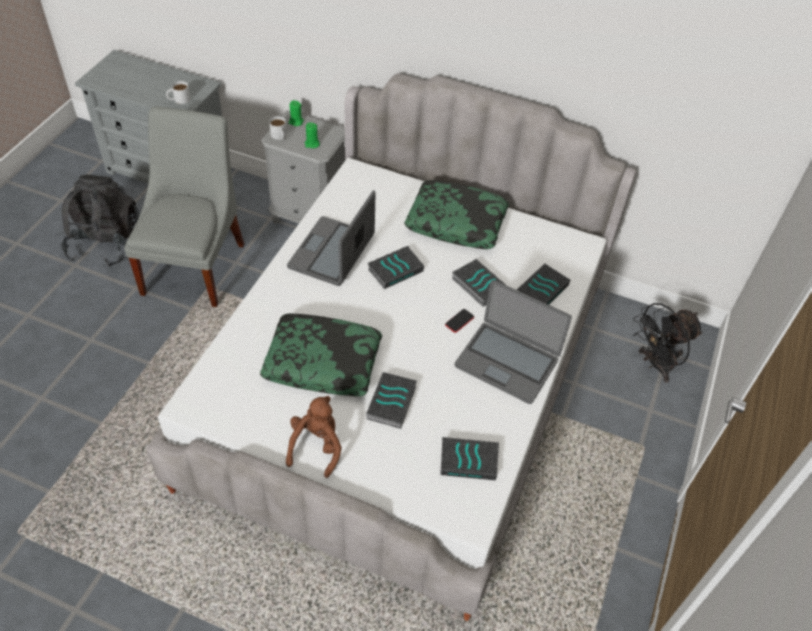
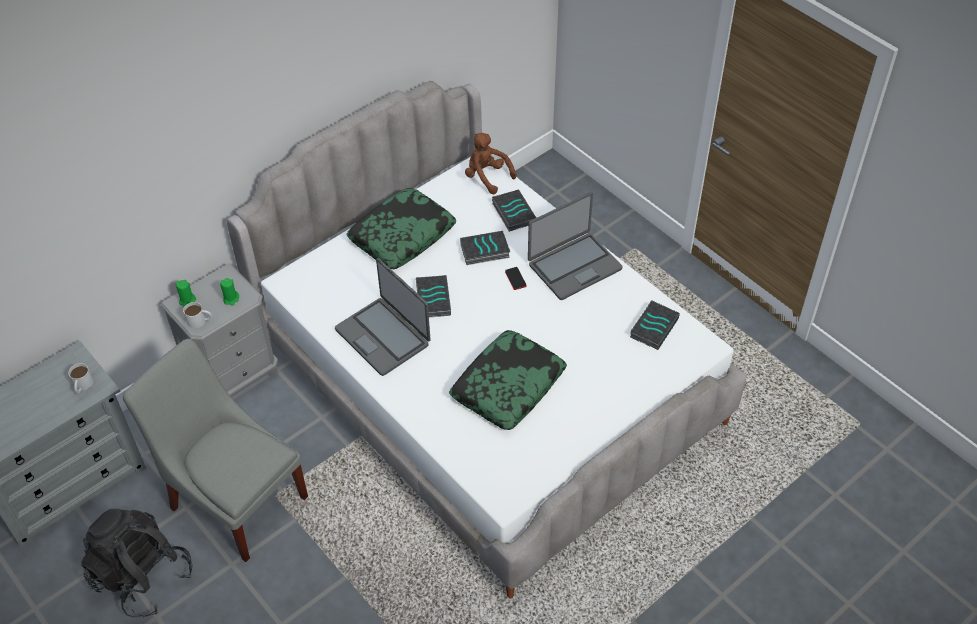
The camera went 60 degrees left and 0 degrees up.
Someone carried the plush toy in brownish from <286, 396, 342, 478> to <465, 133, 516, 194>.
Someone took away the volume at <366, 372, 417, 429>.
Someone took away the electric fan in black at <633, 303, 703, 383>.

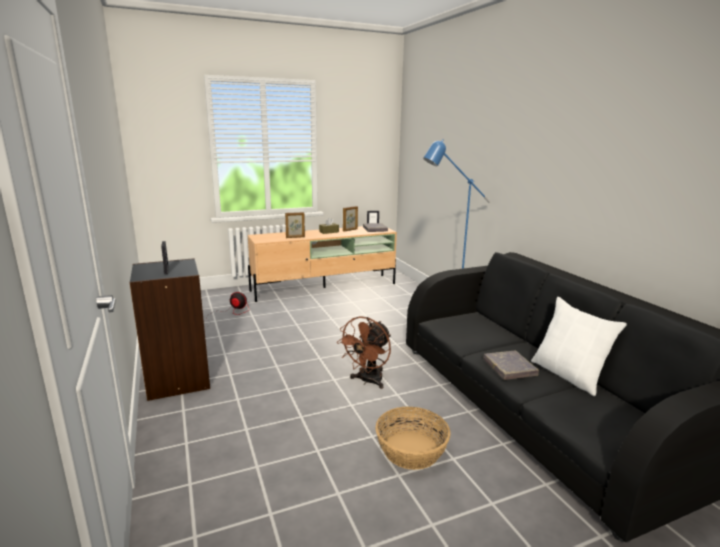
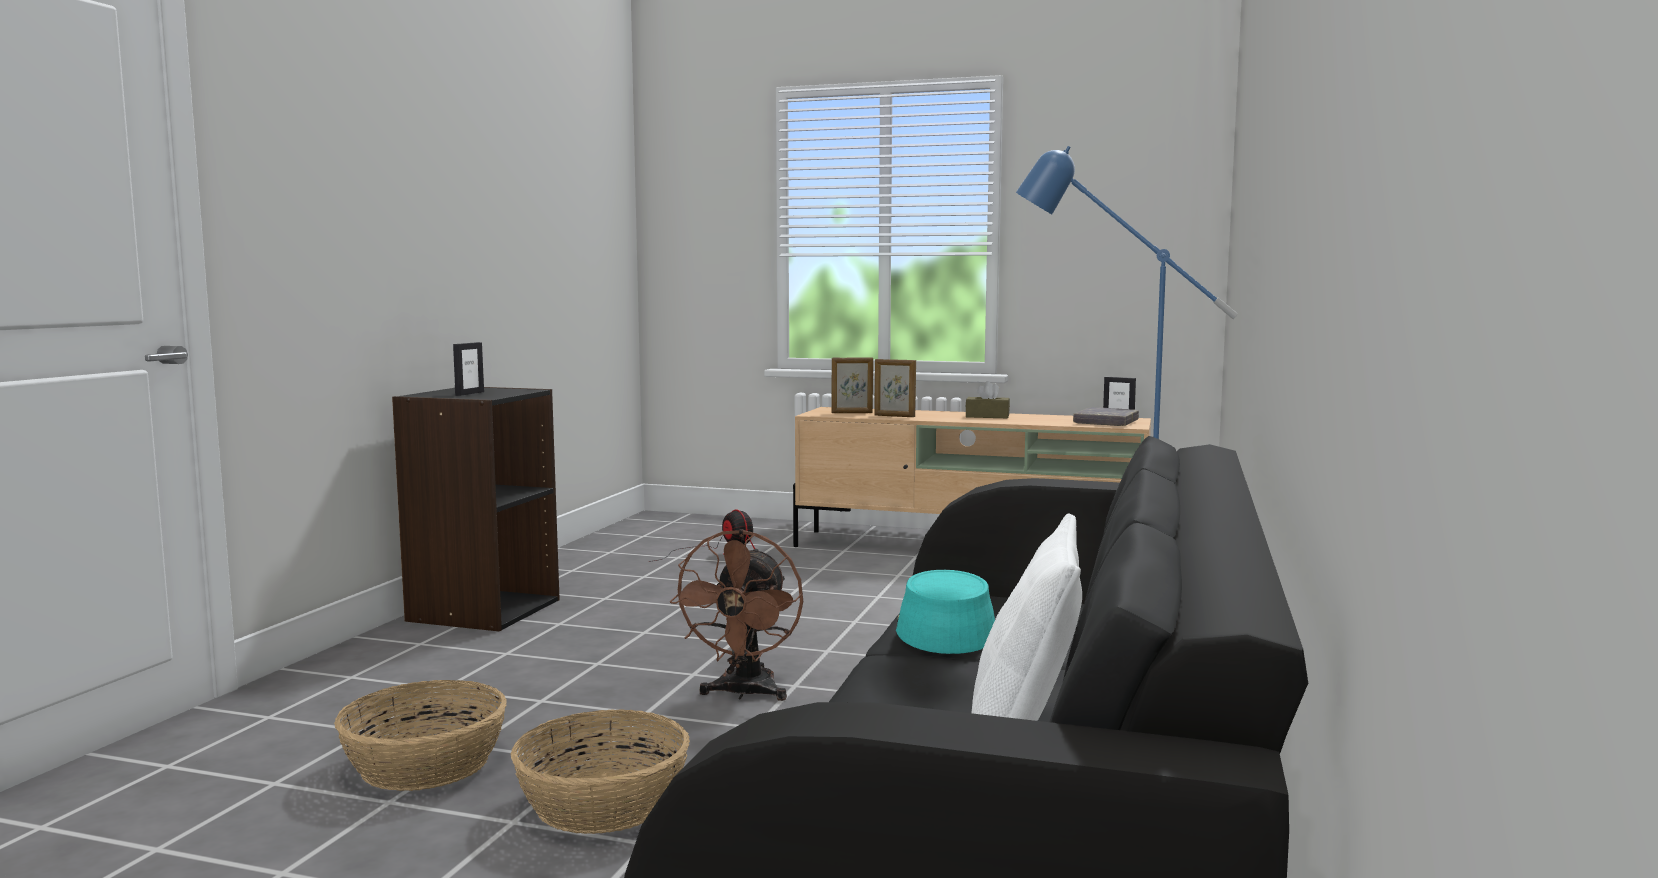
The camera went 40 degrees right and 10 degrees down.
Someone rotated the electric fan in brownish at <337, 316, 391, 389> by 60 degrees counterclockwise.
Someone carried the standing frame from <343, 206, 358, 231> to <831, 357, 873, 413>.
Someone took away the volume in grey at <483, 351, 539, 380>.
Someone put down the storage basket at <334, 680, 507, 791>.
Someone put down the hat in turquoise-coloured at <896, 570, 995, 654>.

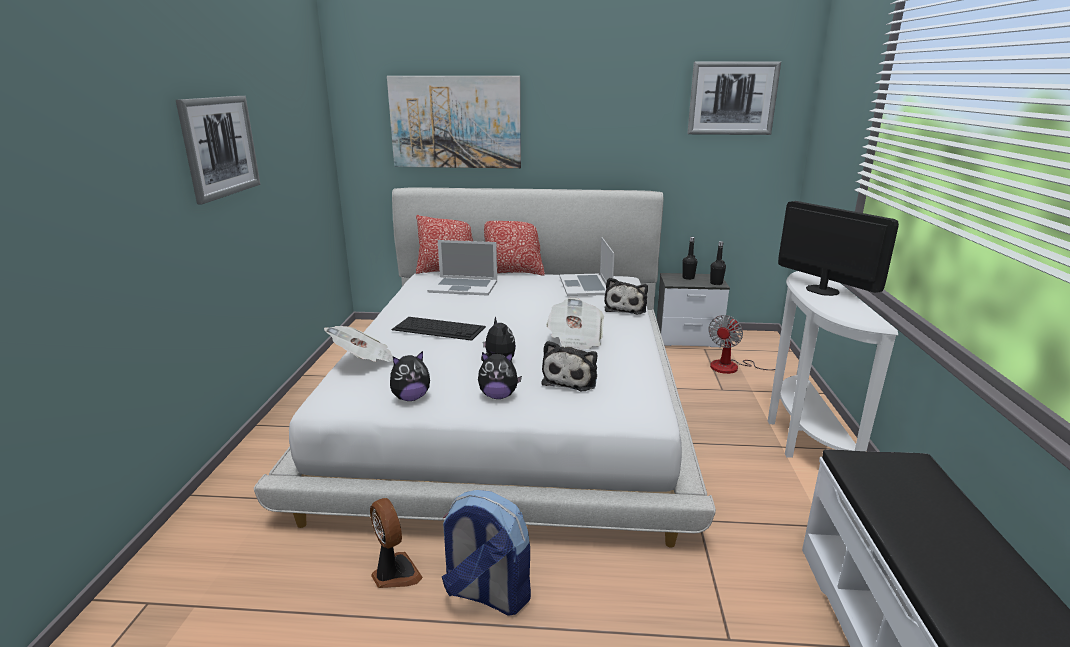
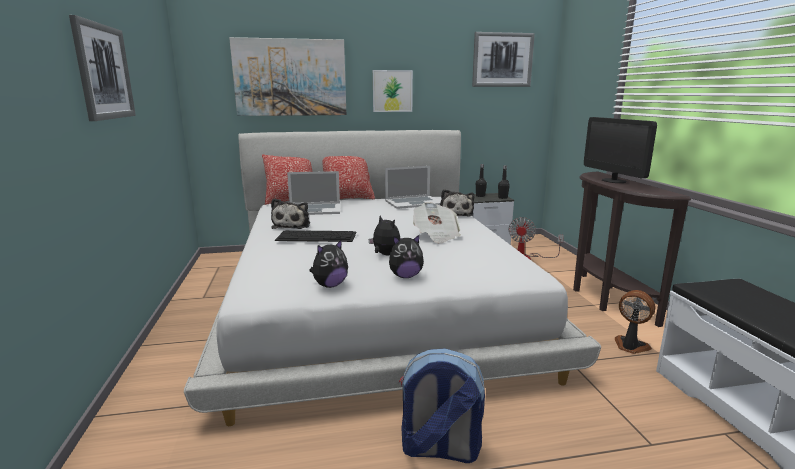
The camera went 15 degrees left and 5 degrees down.
Someone took away the daily paper at <324, 326, 394, 362>.
Someone carried the electric fan from <370, 498, 423, 588> to <615, 290, 656, 354>.
Someone carried the plush toy from <541, 341, 597, 391> to <271, 198, 310, 229>.
Someone rotated the notebook computer at <560, 237, 614, 296> by 90 degrees counterclockwise.
Someone repainted the console table in white at <768, 271, 898, 458>, which became the console table in brownish at <573, 171, 691, 327>.
Someone rotated the computer screen at <778, 201, 899, 296> by 150 degrees counterclockwise.
Someone put up the wall picture at <373, 70, 413, 112>.

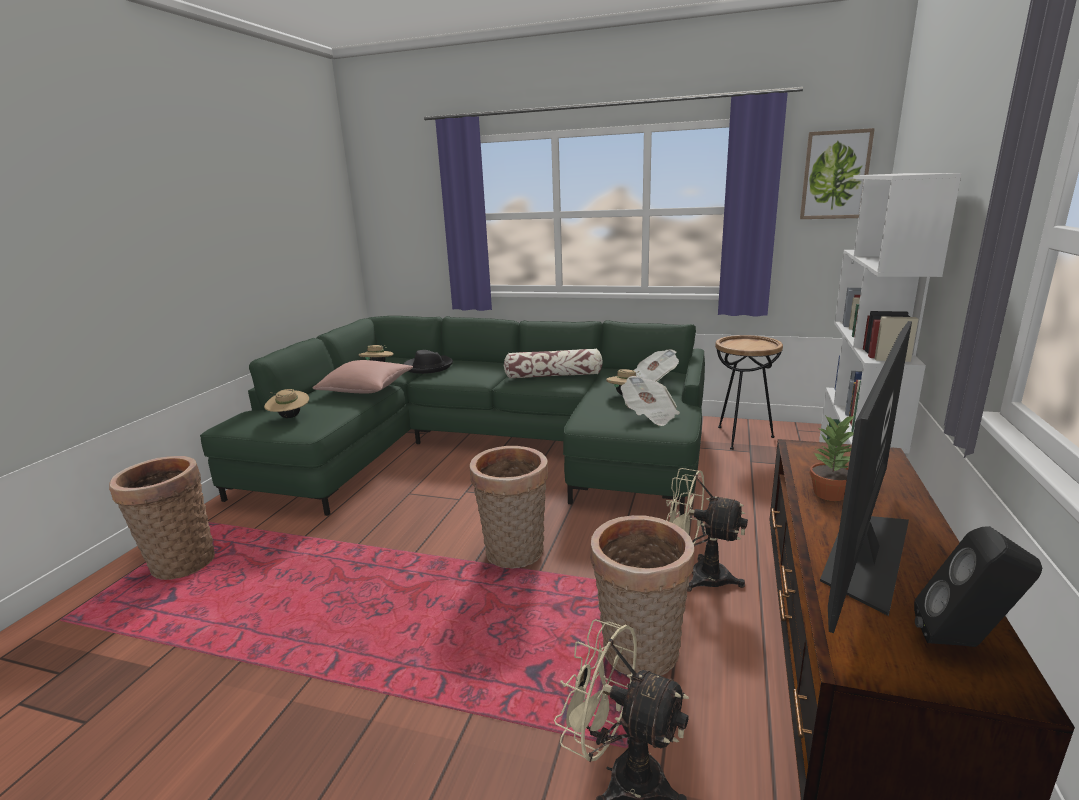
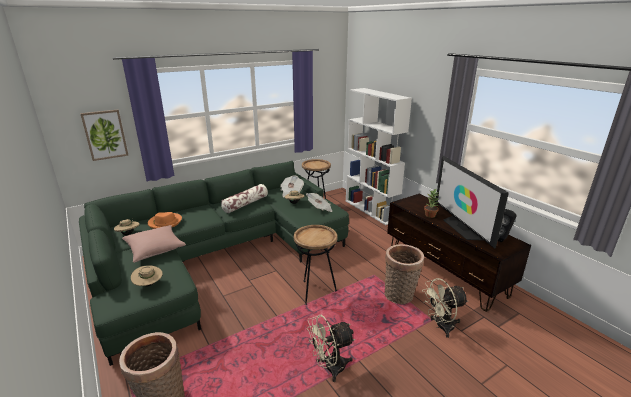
The camera went 50 degrees left and 5 degrees up.
Someone repainted the hat in black at <404, 350, 453, 374>, which became the hat in orange at <148, 212, 182, 229>.
Someone swapped the storage basket at <469, 446, 548, 569> for the end table in brownish at <294, 225, 338, 305>.
Someone carried the electric fan in beige-coloured from <666, 468, 748, 592> to <307, 315, 355, 382>.
Someone carried the wall picture from <800, 128, 875, 219> to <80, 110, 129, 161>.

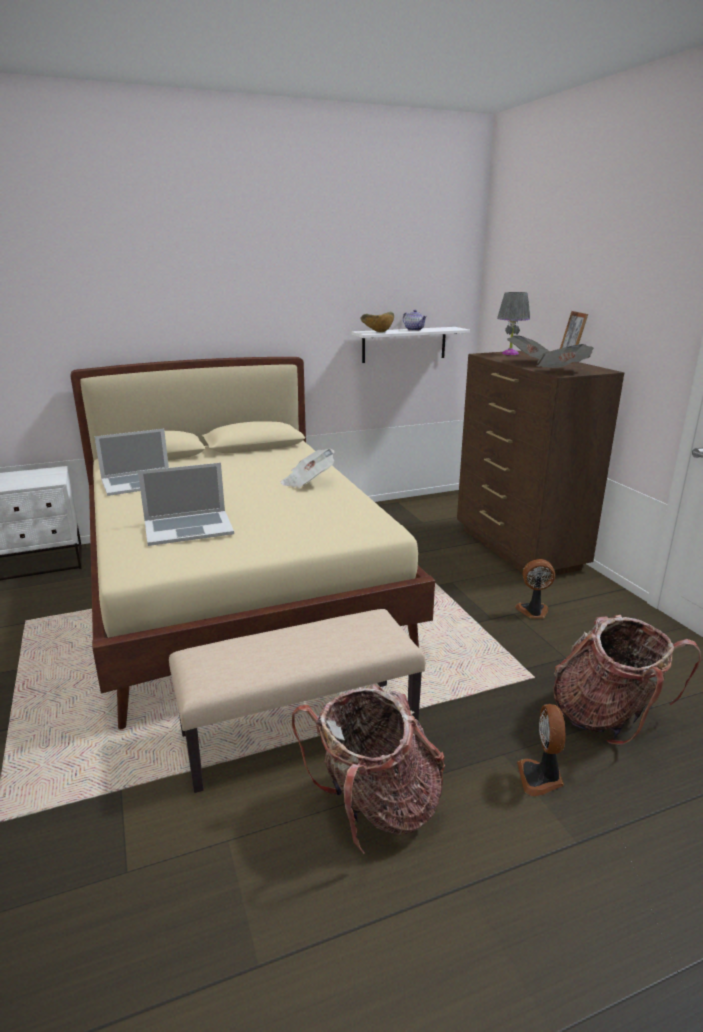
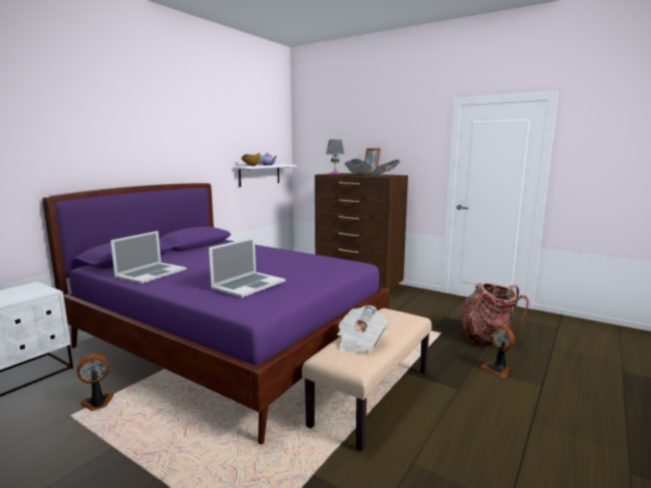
The camera went 35 degrees left and 10 degrees down.
Someone repainted the sleeping bed in beige-coloured at <71, 357, 435, 729>, which became the sleeping bed in purple-coloured at <42, 183, 390, 444>.
Someone carried the daily paper from <281, 449, 335, 488> to <337, 305, 388, 353>.
Someone took away the rucksack at <292, 684, 445, 854>.
Someone carried the electric fan from <515, 559, 555, 619> to <77, 353, 114, 411>.

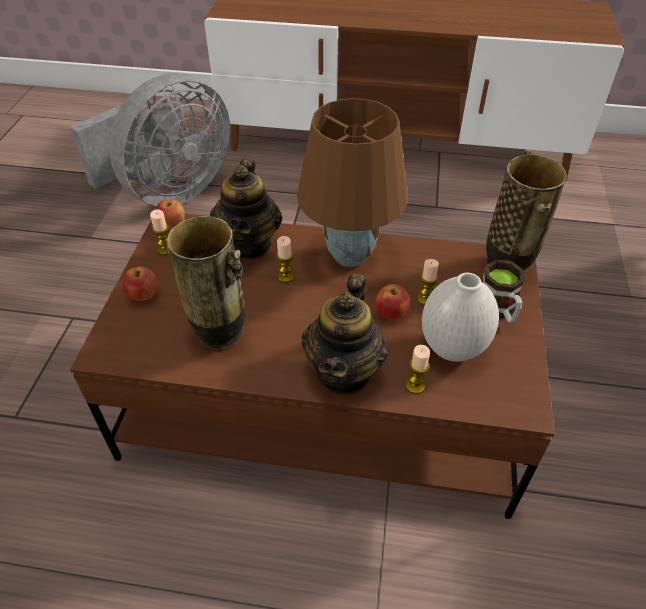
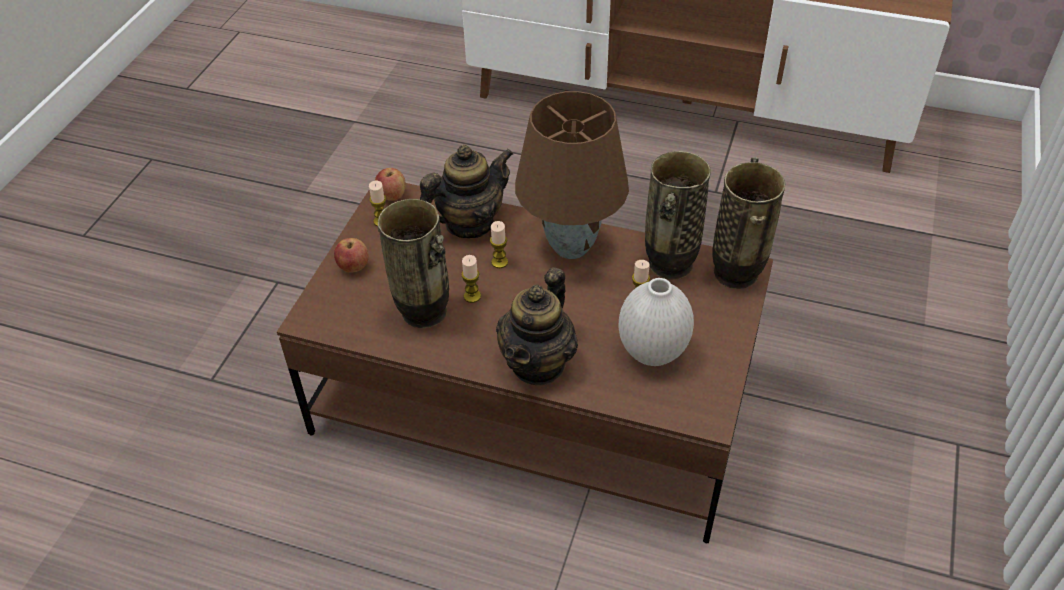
The camera went 10 degrees right and 0 degrees up.
Someone took away the electric fan in grey at <70, 73, 230, 206>.
Someone rotated the teapot at <210, 158, 282, 259> by 135 degrees counterclockwise.
Someone took away the apple fruit at <375, 284, 410, 320>.
Someone carried the wax candle from <406, 345, 430, 394> to <461, 255, 481, 303>.
Someone took away the coffee mug at <481, 260, 525, 324>.
Someone put down the decorative vase at <645, 151, 711, 280>.

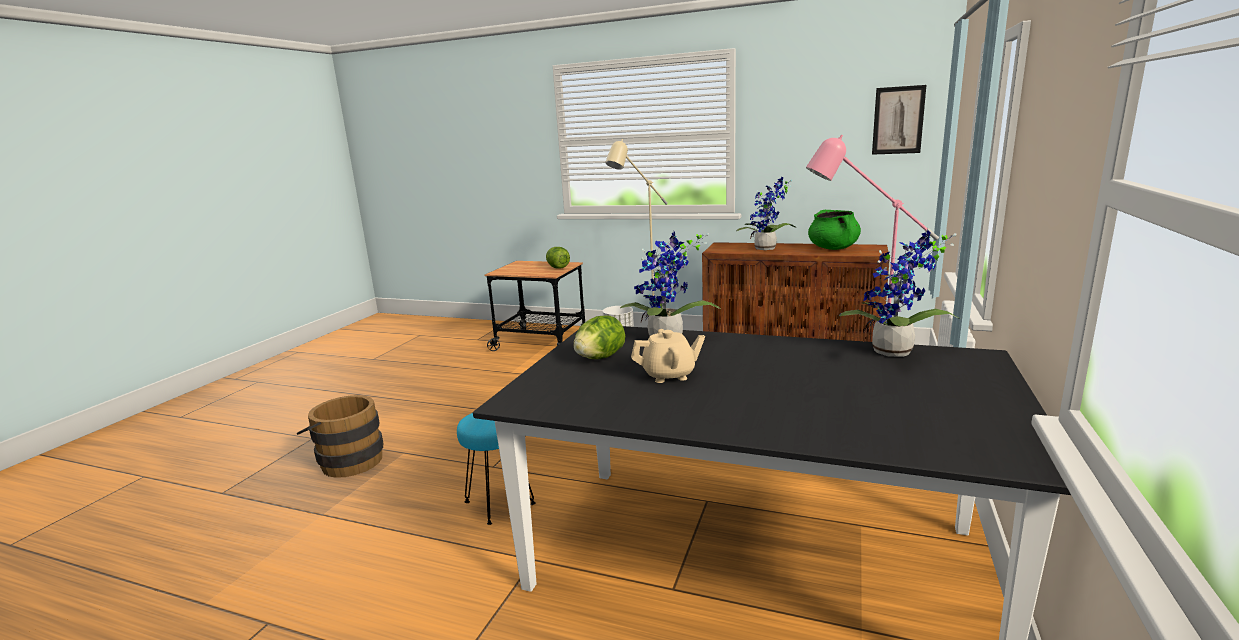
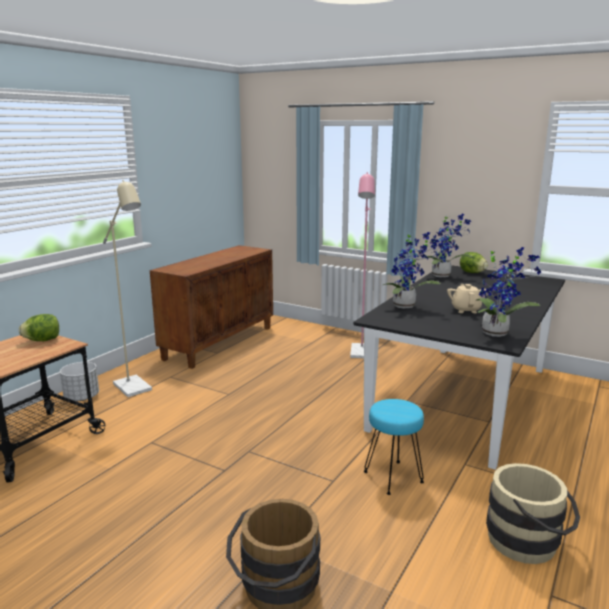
The camera went 80 degrees left and 0 degrees up.
Someone carried the lettuce from <573, 316, 625, 359> to <460, 252, 488, 273>.
Someone carried the plant in a pot from <736, 176, 796, 250> to <476, 247, 541, 337>.
Someone took away the saucepot in green-coloured at <808, 210, 861, 250>.
Someone took away the wall picture at <872, 85, 926, 155>.
Someone put down the pail in beige-coloured at <486, 463, 580, 564>.

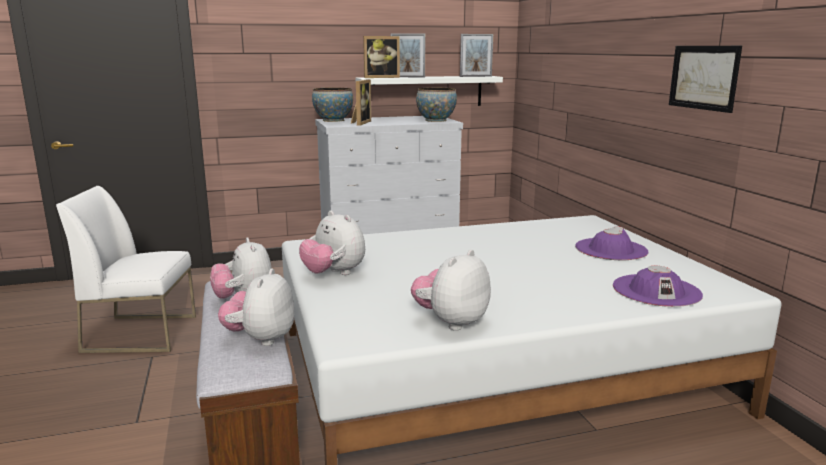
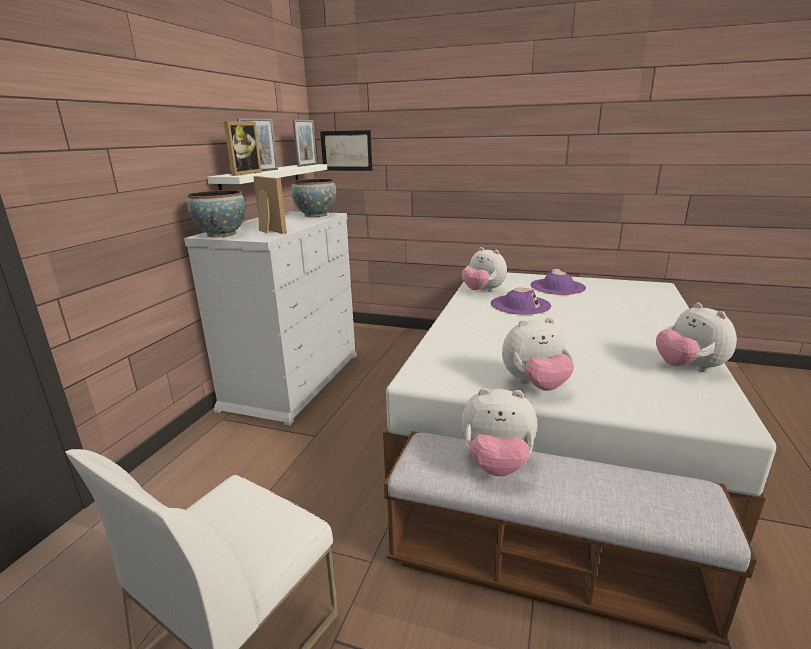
The camera went 55 degrees left and 5 degrees up.
Someone carried the plush toy from <218, 268, 294, 346> to <462, 247, 507, 292>.
Someone carried the hat in purple-coloured from <613, 266, 703, 307> to <491, 288, 551, 315>.
Someone carried the wall picture from <669, 46, 742, 113> to <320, 130, 372, 171>.

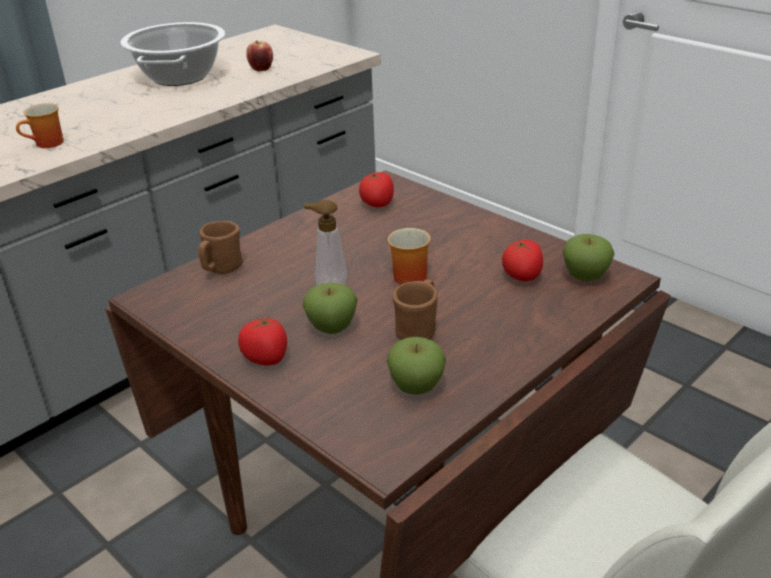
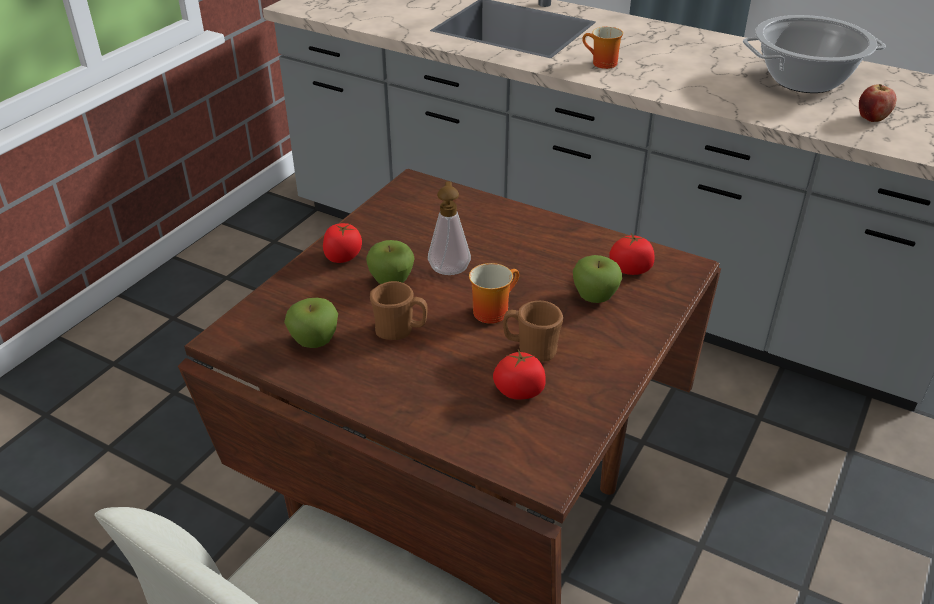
The camera went 75 degrees right and 5 degrees up.
Someone carried the coffee mug in brownish from <198, 221, 243, 274> to <503, 301, 563, 362>.
Someone carried the apple fruit from <563, 234, 615, 281> to <573, 255, 622, 303>.

